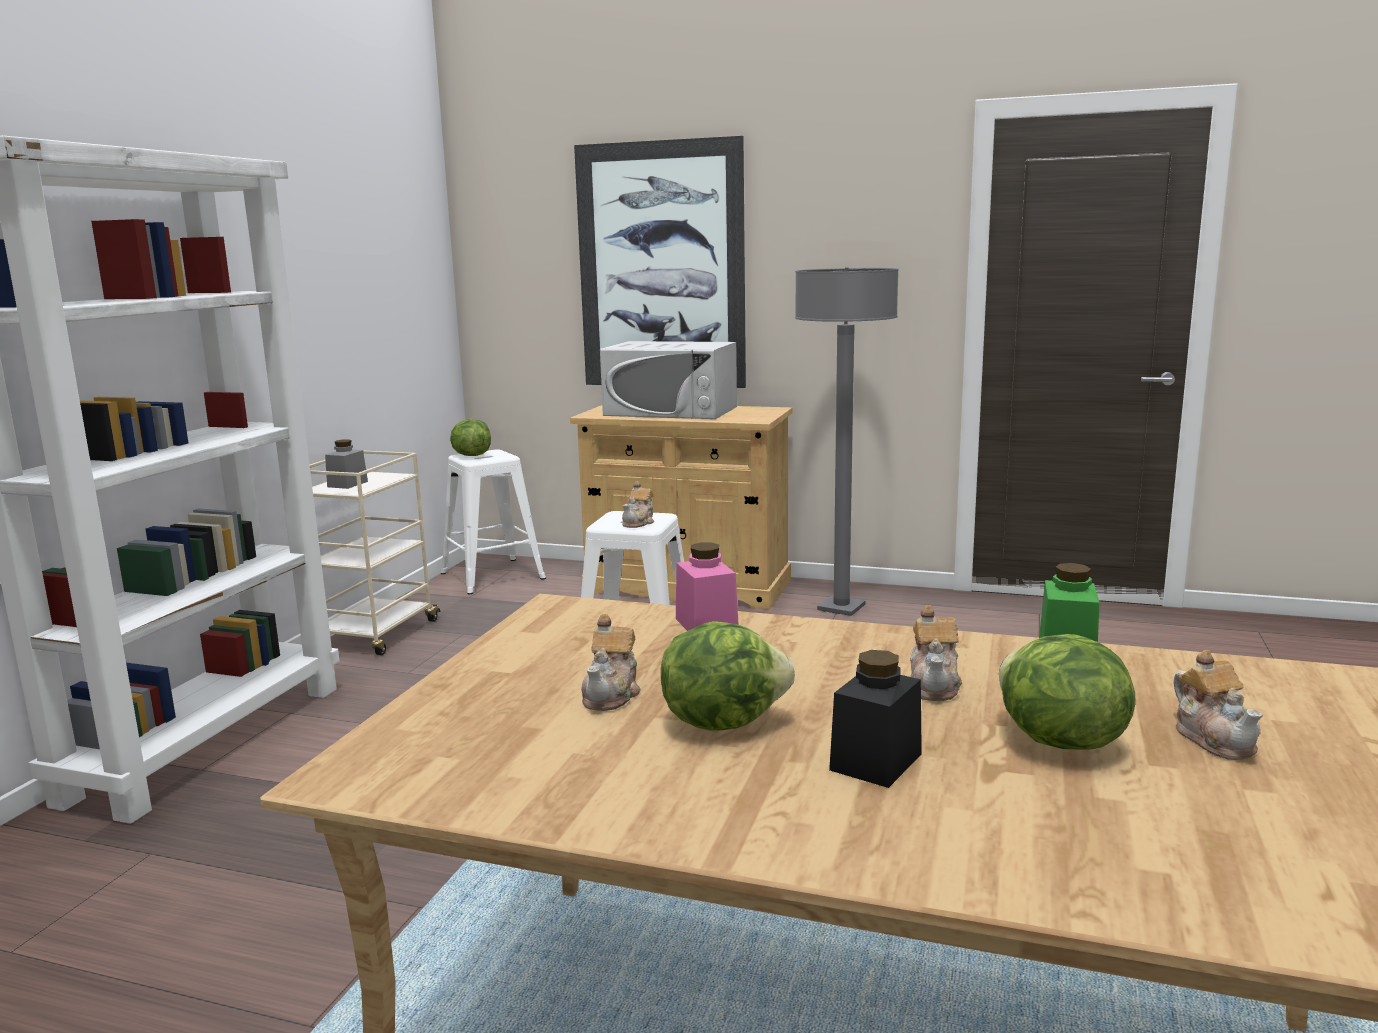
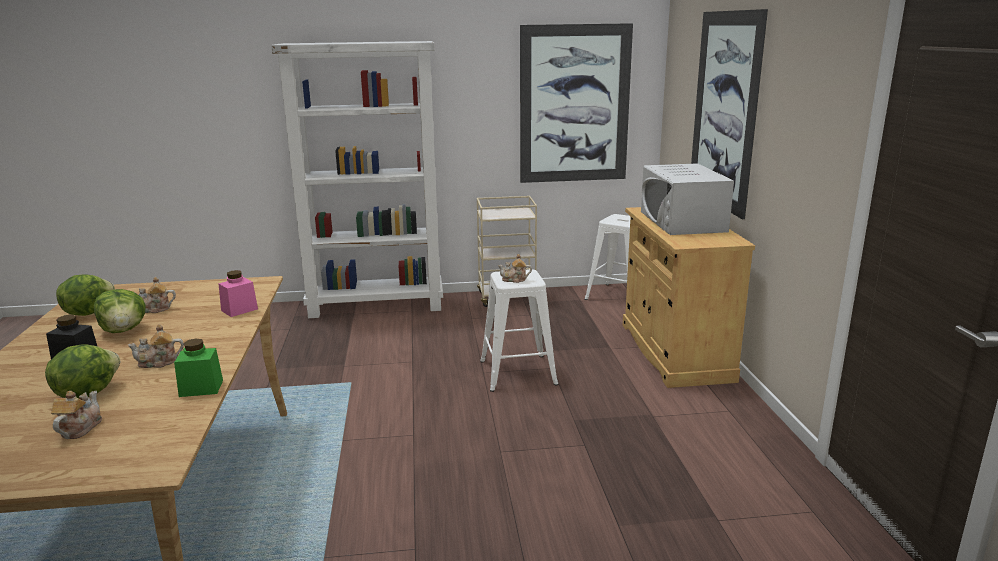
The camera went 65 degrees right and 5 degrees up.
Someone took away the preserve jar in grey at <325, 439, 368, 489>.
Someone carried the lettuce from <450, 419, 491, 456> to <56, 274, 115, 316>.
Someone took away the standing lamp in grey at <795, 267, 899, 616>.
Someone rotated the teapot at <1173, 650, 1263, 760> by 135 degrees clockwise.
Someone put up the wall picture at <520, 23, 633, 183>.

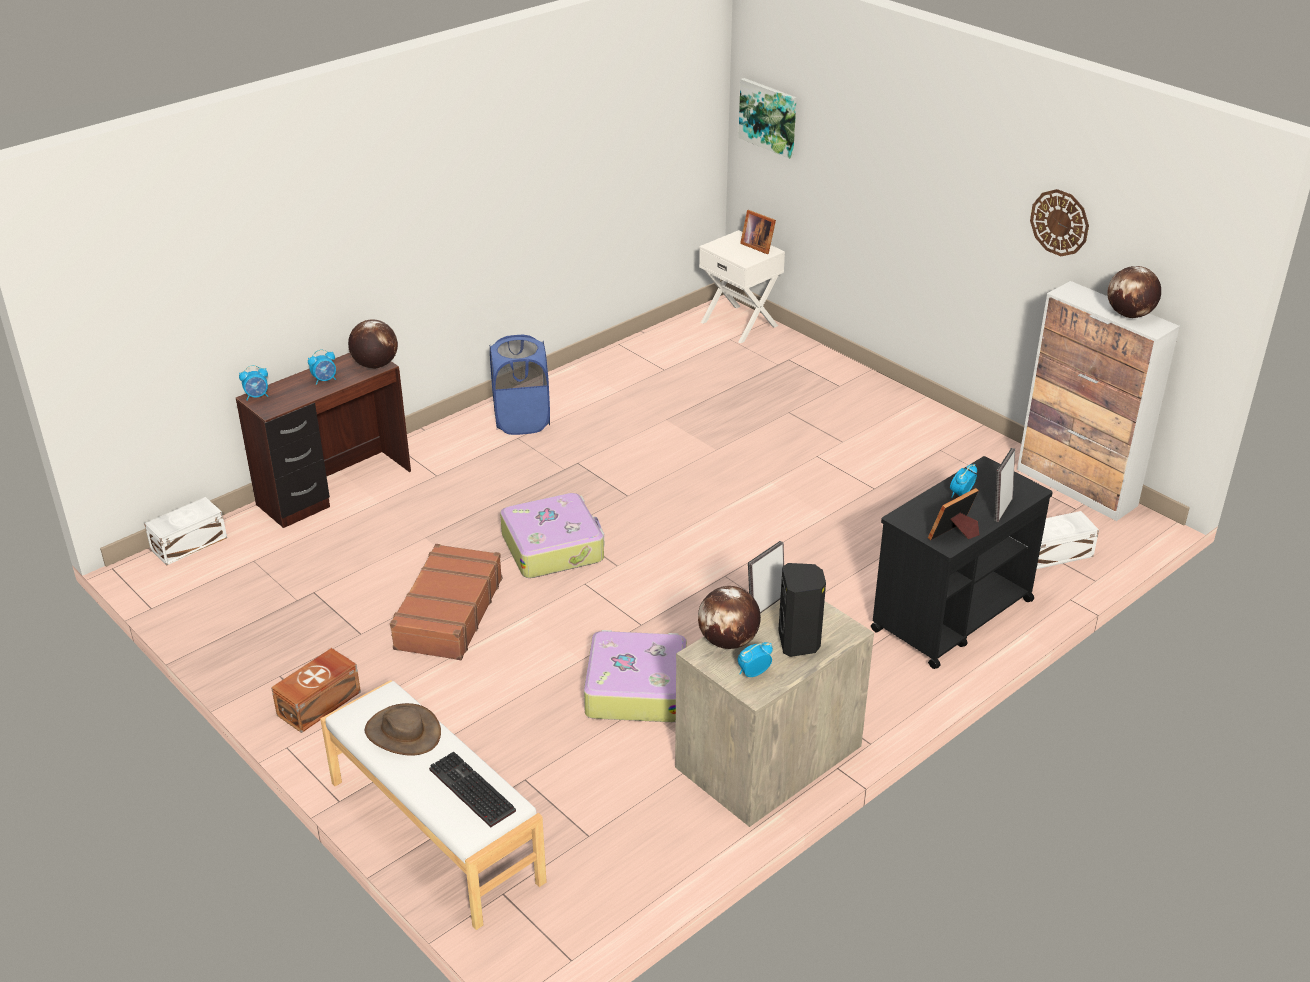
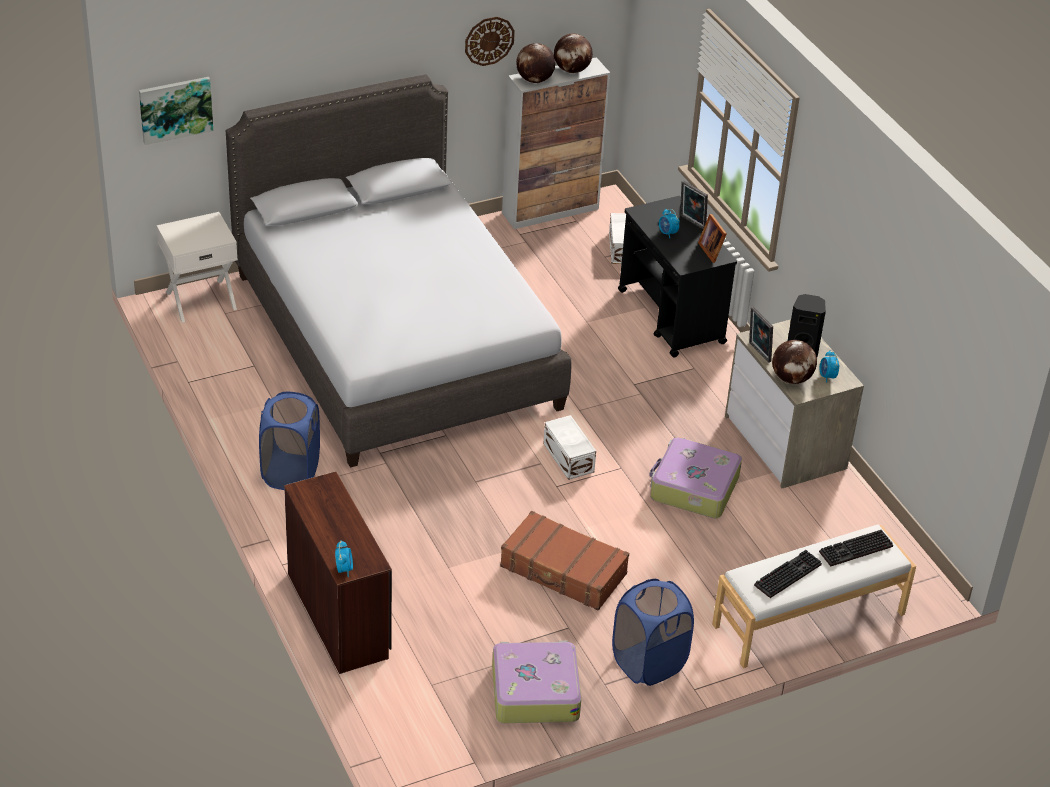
The camera went 75 degrees left and 5 degrees up.
Someone carried the storage box in white from <144, 497, 227, 566> to <543, 415, 596, 480>.
Someone swapped the storage box in brownish at <271, 648, 361, 733> for the washing basket in blue at <612, 579, 694, 686>.
Someone took away the alarm clock at <308, 350, 336, 385>.
Someone carried the world globe from <348, 319, 398, 369> to <516, 43, 555, 83>.
Someone swapped the hat in brownish at <365, 703, 441, 756> for the keyboard at <754, 550, 822, 598>.
Someone carried the travel case from <500, 493, 604, 578> to <492, 641, 582, 723>.
Someone took away the standing frame at <740, 210, 776, 254>.
Someone put down the sleeping bed in grey at <226, 74, 571, 468>.

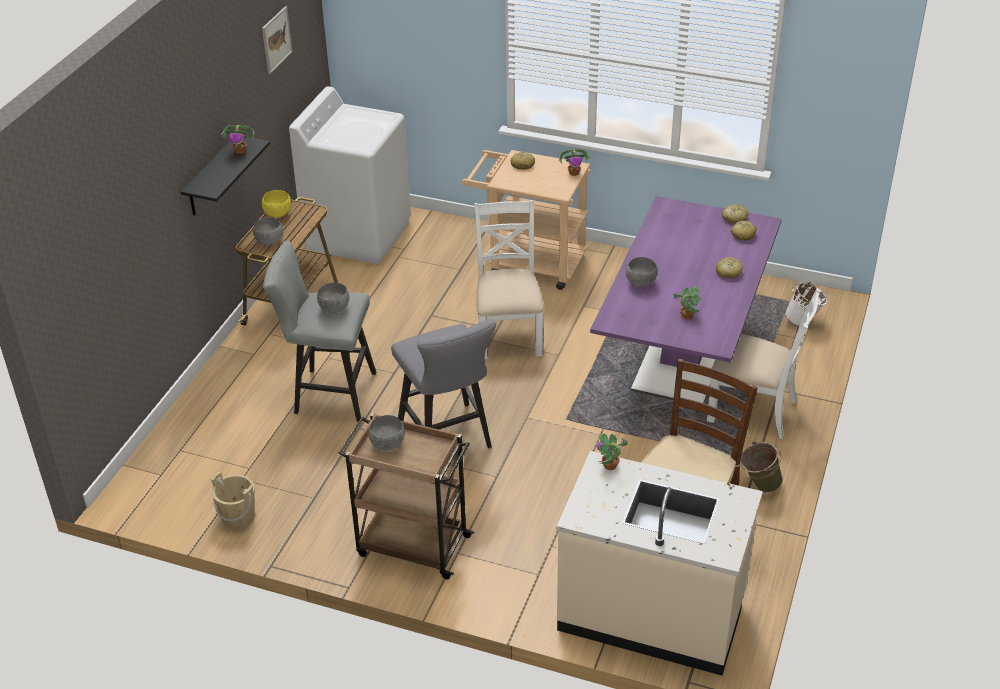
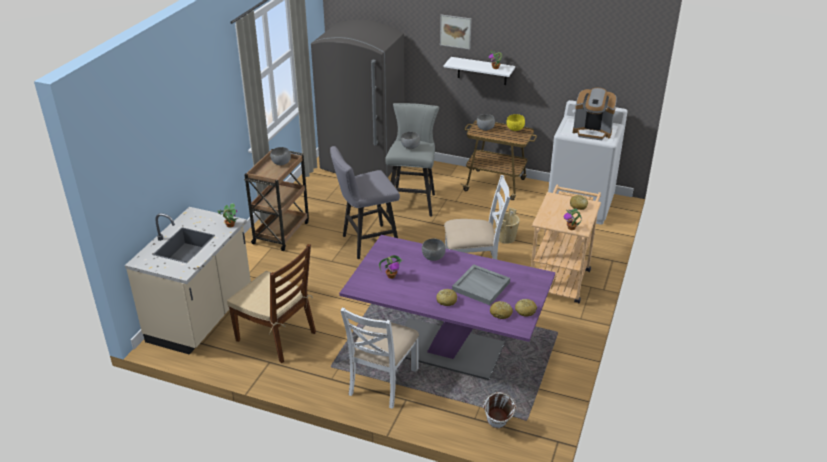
The camera went 90 degrees right and 5 degrees down.
Someone repainted the shelf in black at <181, 137, 270, 215>, which became the shelf in white at <443, 57, 515, 85>.
Someone carried the pail in beige-coloured from <211, 471, 255, 529> to <495, 208, 520, 244>.
Someone carried the wall picture from <262, 6, 293, 74> to <440, 14, 472, 50>.
Someone took away the pail in green-coloured at <740, 441, 783, 492>.
Someone put down the kitchen fridge in grey at <311, 20, 404, 178>.
Someone put down the carrying tray in grey at <452, 264, 510, 305>.
Someone put down the coffee maker at <573, 87, 617, 140>.

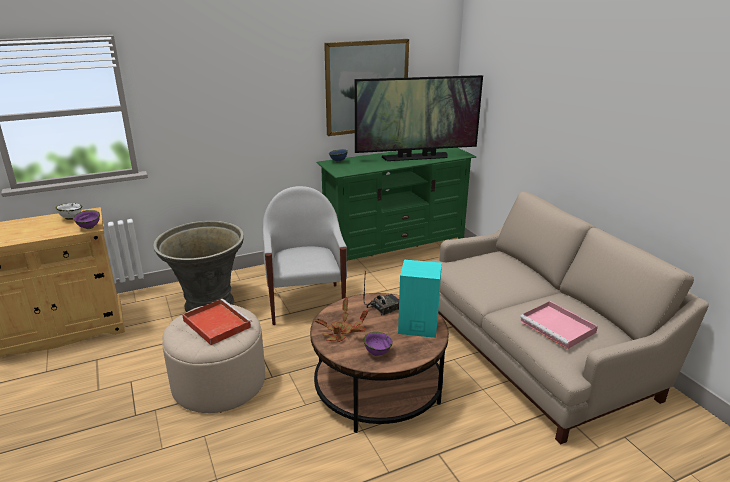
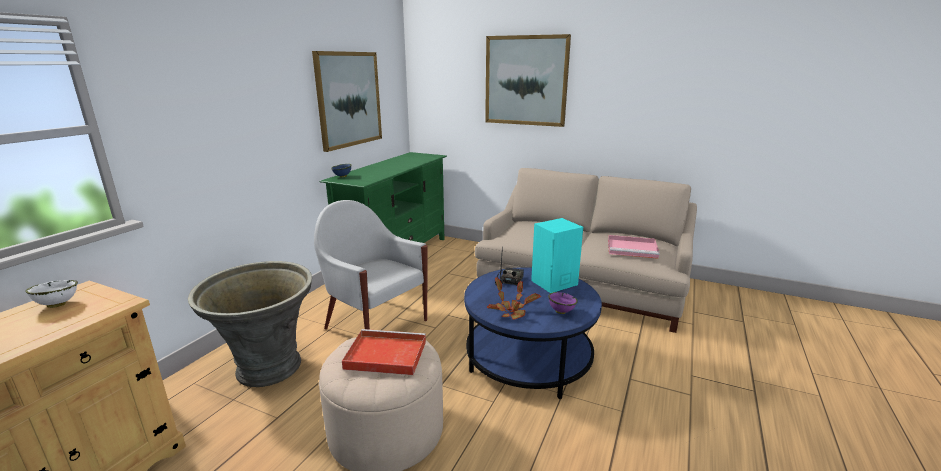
The camera went 40 degrees left and 5 degrees down.
Someone took away the deep dish in purple-coloured at <73, 210, 100, 229>.
Someone repainted the lounge table in brownish at <310, 293, 449, 433>, which became the lounge table in blue at <464, 267, 602, 399>.
Someone took away the television at <355, 75, 483, 161>.
Someone put up the wall picture at <485, 34, 571, 127>.

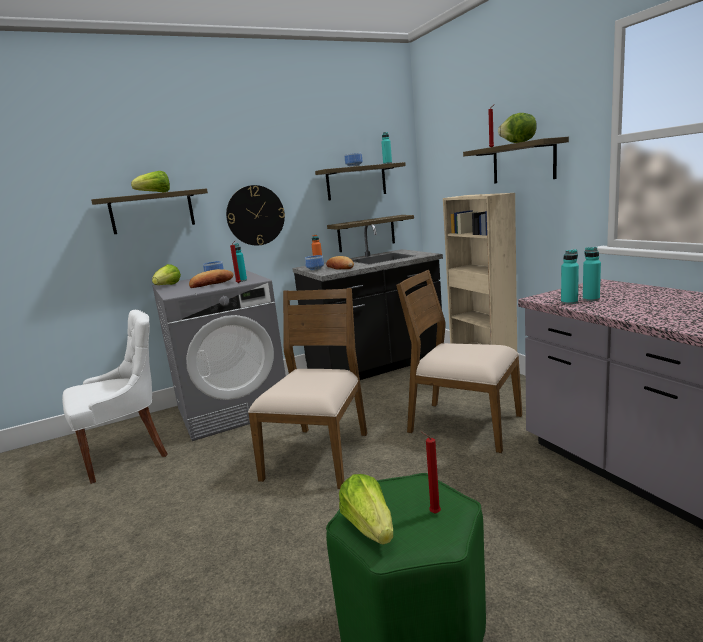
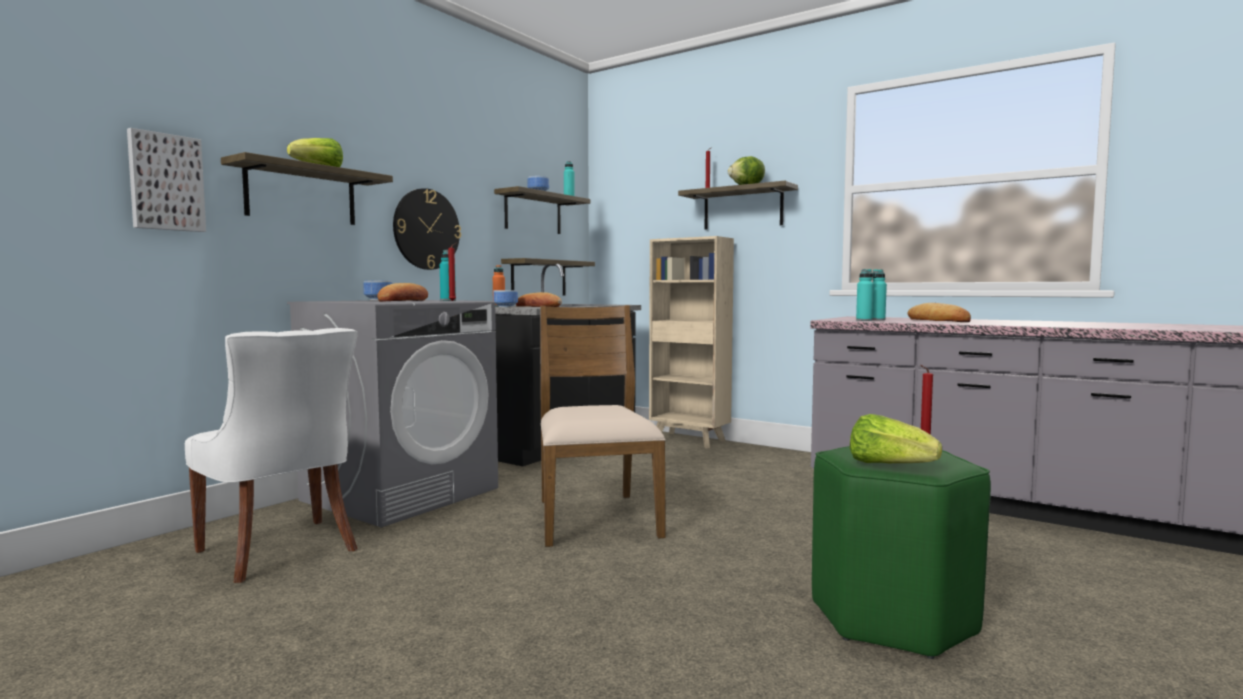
The camera went 30 degrees left and 10 degrees down.
Someone rotated the chair in white at <62, 310, 168, 484> by 105 degrees clockwise.
Someone took away the lettuce at <152, 264, 181, 285>.
Someone took away the chair in brownish at <396, 270, 522, 453>.
Someone put up the wall picture at <127, 128, 206, 232>.
Someone put down the bakery bread at <907, 303, 971, 322>.

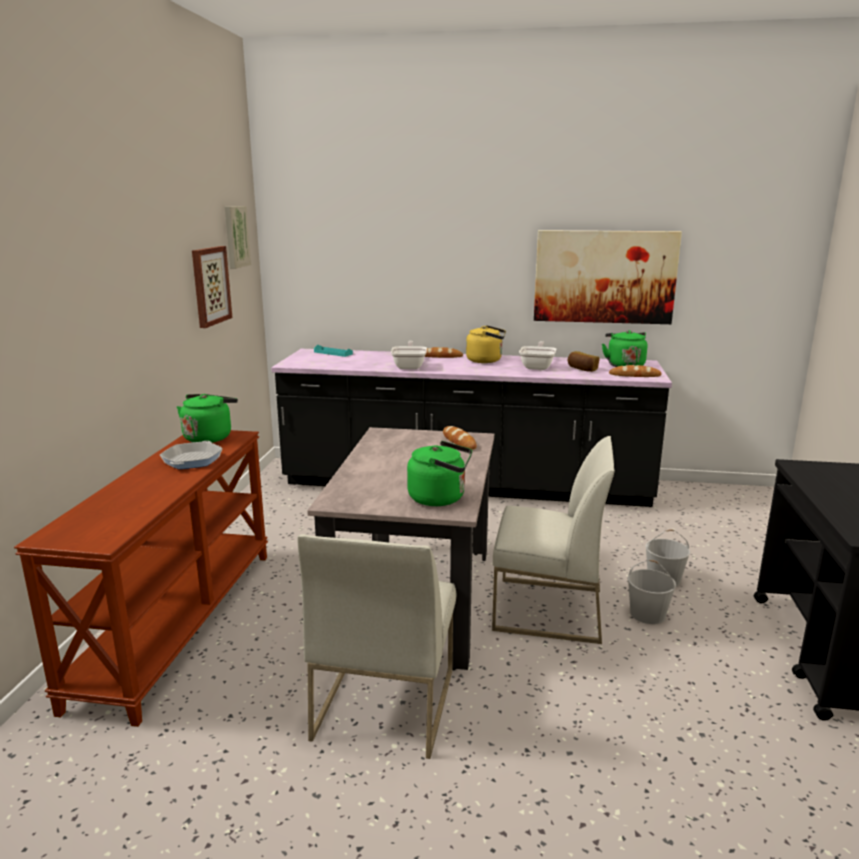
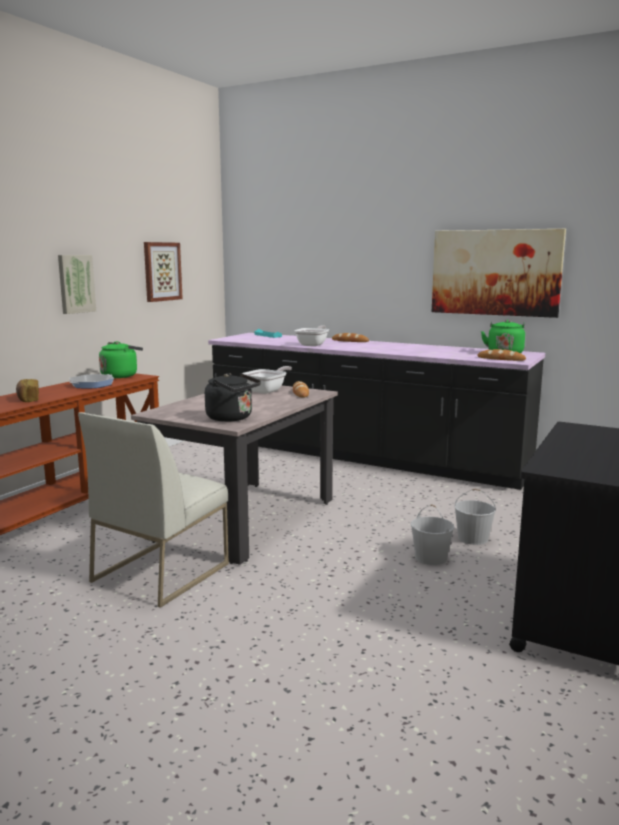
The camera went 20 degrees right and 5 degrees down.
Someone carried the wall picture from <224, 206, 251, 269> to <58, 255, 96, 314>.
Someone repainted the kettle in green-coloured at <407, 441, 472, 506>, which became the kettle in black at <205, 373, 261, 422>.
Someone took away the kettle in yellow at <466, 325, 506, 363>.
Someone took away the chair in white at <492, 436, 615, 644>.
Someone carried the pan from <519, 341, 556, 370> to <243, 366, 292, 394>.
Someone carried the bakery bread from <568, 351, 600, 372> to <16, 379, 39, 402>.

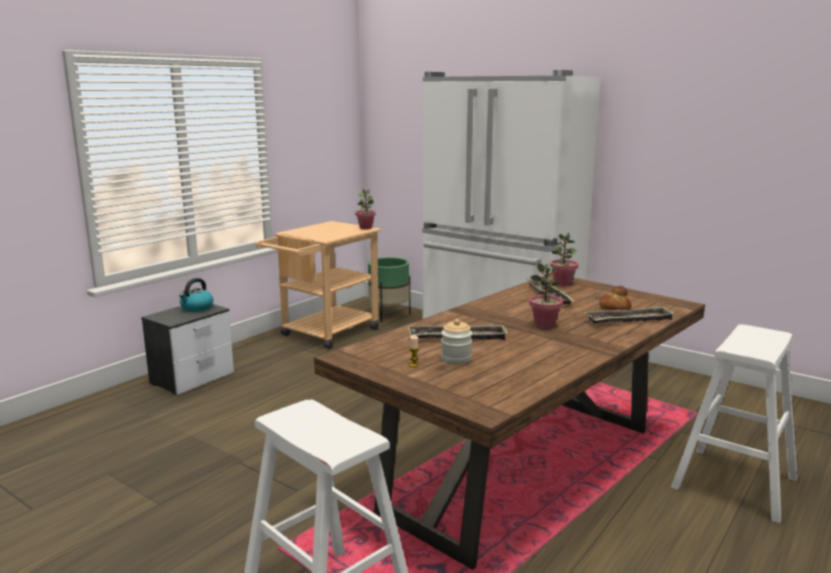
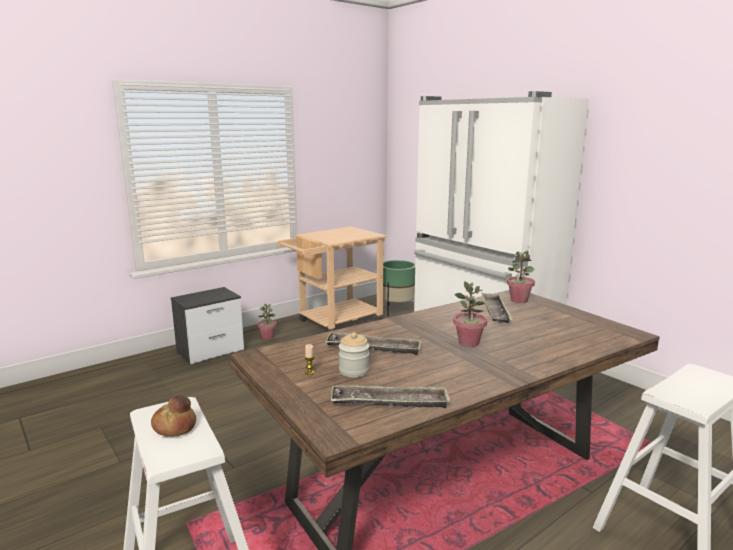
The camera went 15 degrees right and 0 degrees up.
Someone took away the kettle at <179, 278, 213, 312>.
Someone carried the plant in a pot from <355, 189, 376, 229> to <257, 304, 276, 339>.
Someone carried the carrying tray from <585, 306, 675, 323> to <331, 385, 450, 408>.
Someone carried the bakery bread from <599, 286, 631, 310> to <151, 395, 196, 437>.

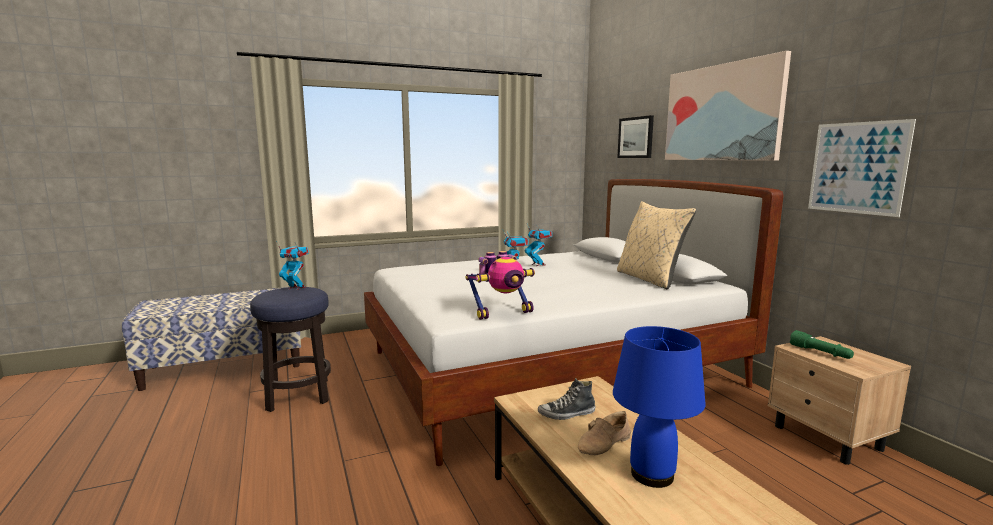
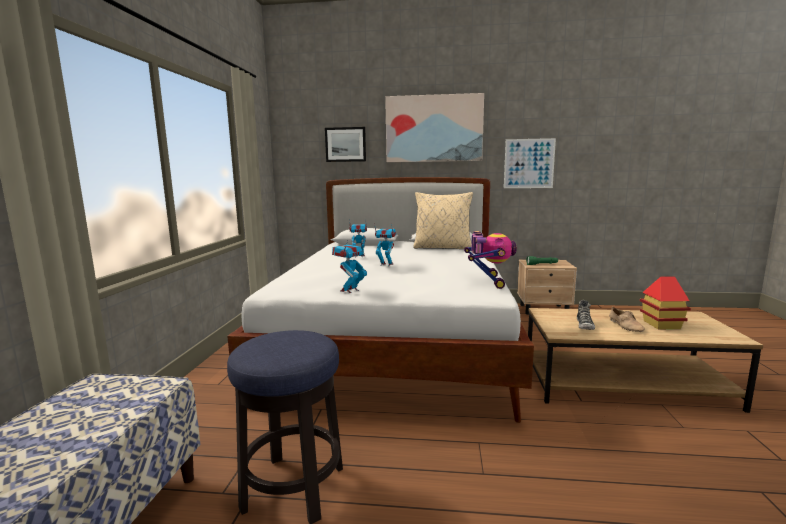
The camera went 60 degrees left and 0 degrees up.
Someone carried the toy robot from <276, 241, 309, 290> to <332, 237, 367, 293>.
Someone swapped the lamp for a table in blue at <613, 326, 705, 488> for the toy house at <640, 276, 691, 329>.

